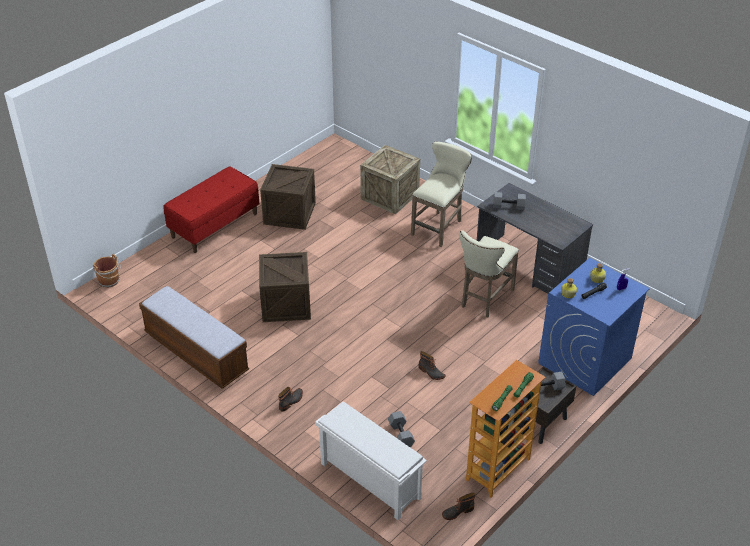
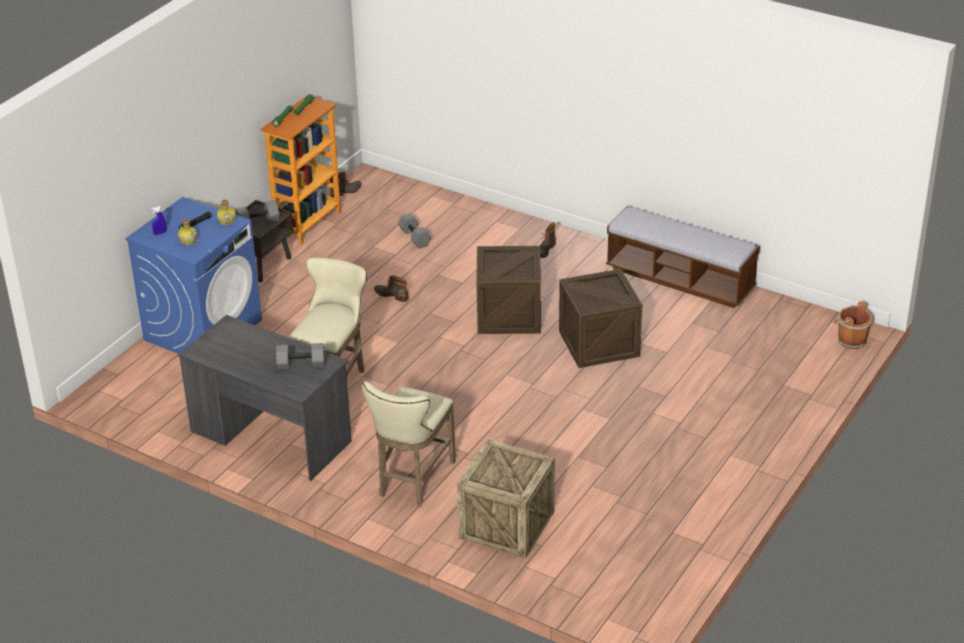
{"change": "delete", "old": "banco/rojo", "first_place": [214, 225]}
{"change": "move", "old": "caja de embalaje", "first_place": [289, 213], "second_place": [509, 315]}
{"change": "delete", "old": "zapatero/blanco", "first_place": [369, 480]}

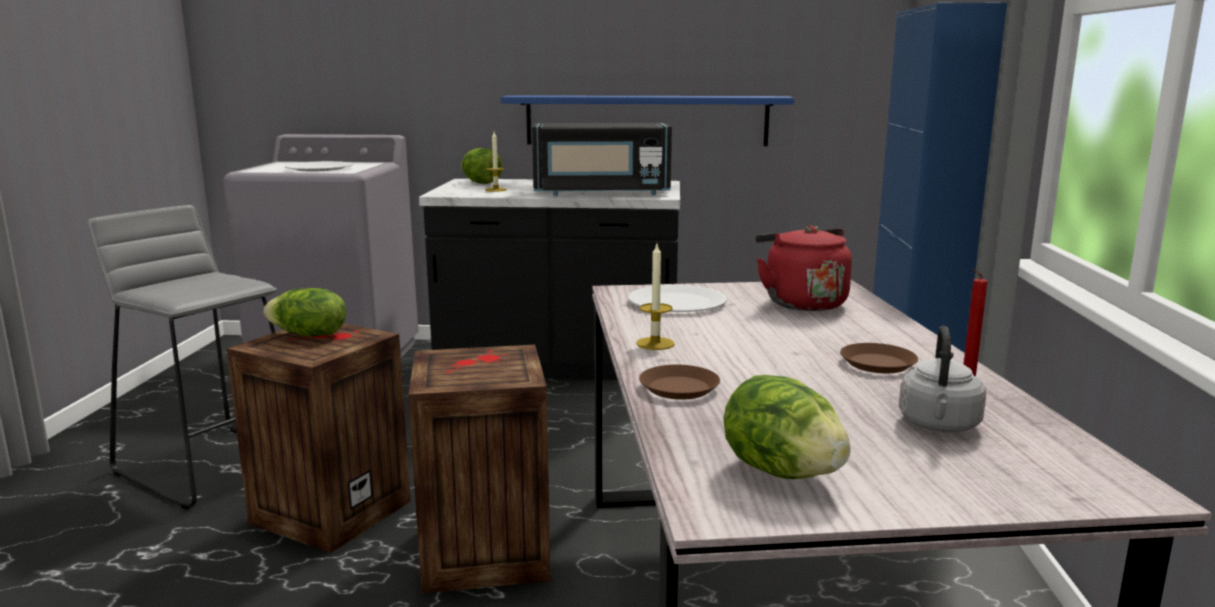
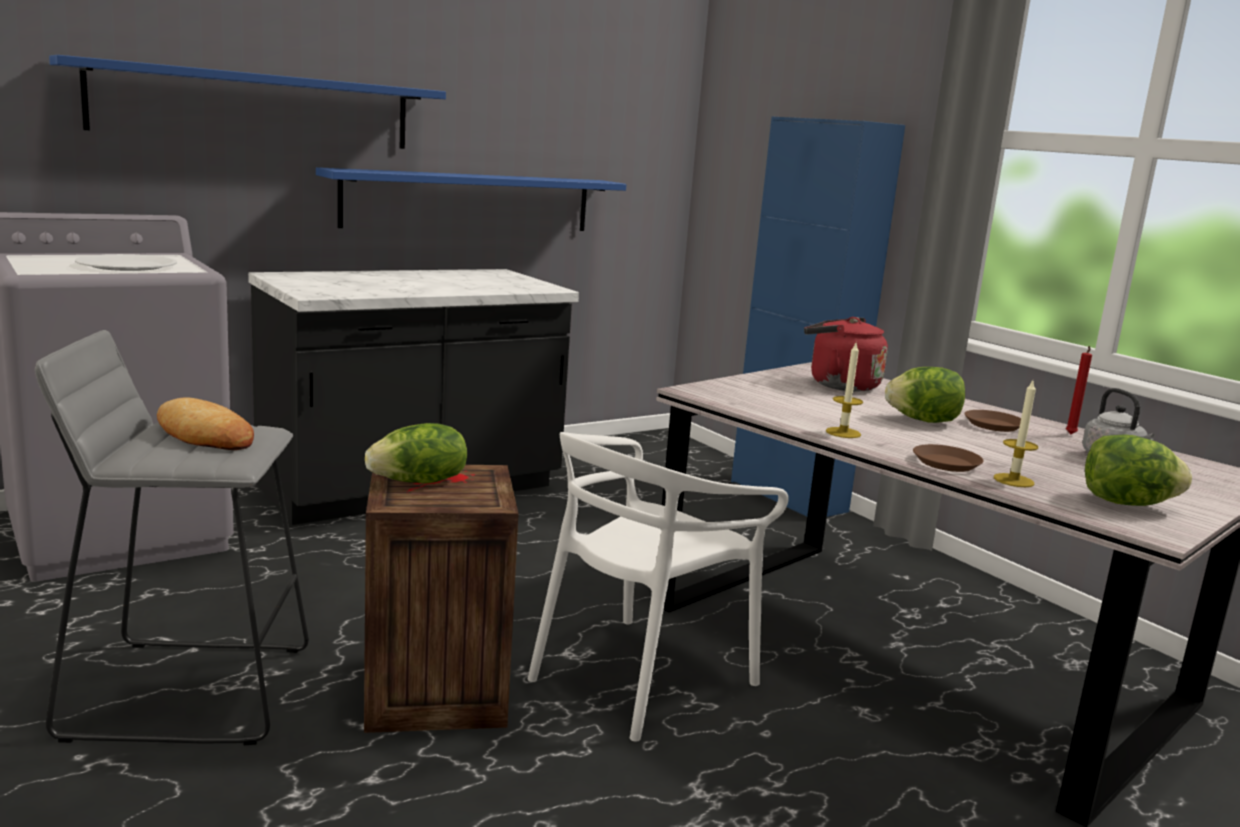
{"change": "replace", "old": "caja de embalaje", "new": "silla/blanco", "first_place": [482, 551], "second_place": [640, 677]}
{"change": "move", "old": "lechuga", "first_place": [481, 183], "second_place": [923, 421]}
{"change": "move", "old": "vela", "first_place": [496, 190], "second_place": [1013, 480]}
{"change": "delete", "old": "microondas/negro", "first_place": [601, 193]}
{"change": "delete", "old": "plato/blanco", "first_place": [677, 302]}
{"change": "insert", "new": "estante/azul", "second_place": [256, 107]}
{"change": "insert", "new": "pan", "second_place": [204, 435]}

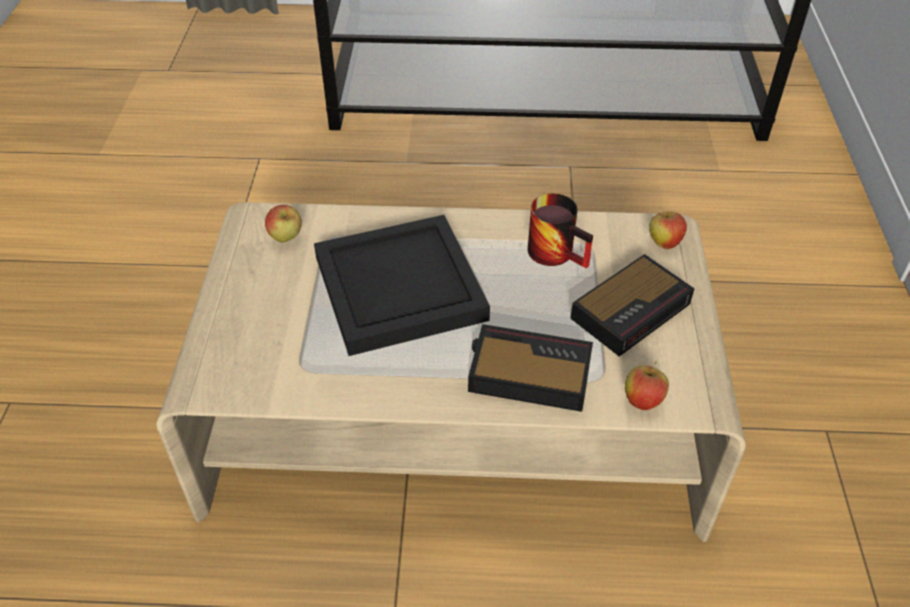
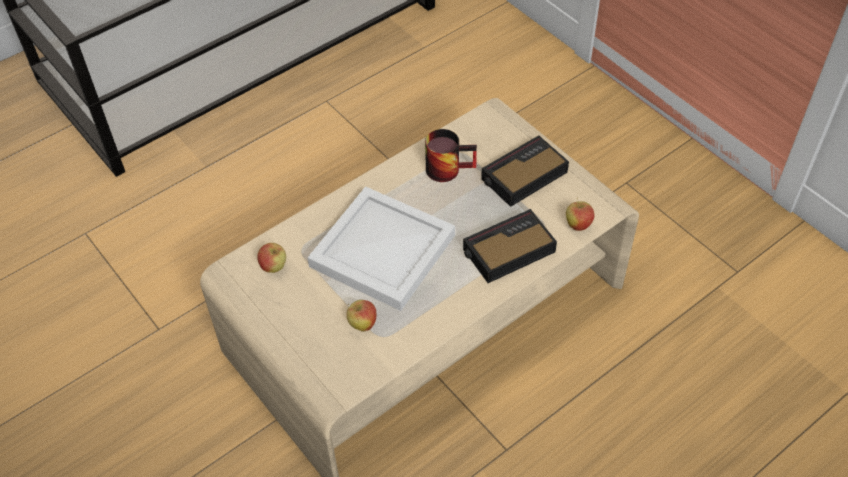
{"change": "recolor", "old": "bandeja/negro", "new": "bandeja/blanco", "first_place": [398, 290], "second_place": [383, 252]}
{"change": "rotate", "old": "despertador", "first_place": [632, 310], "second_place": [522, 176], "degrees": -135}
{"change": "move", "old": "manzana", "first_place": [664, 243], "second_place": [362, 324]}

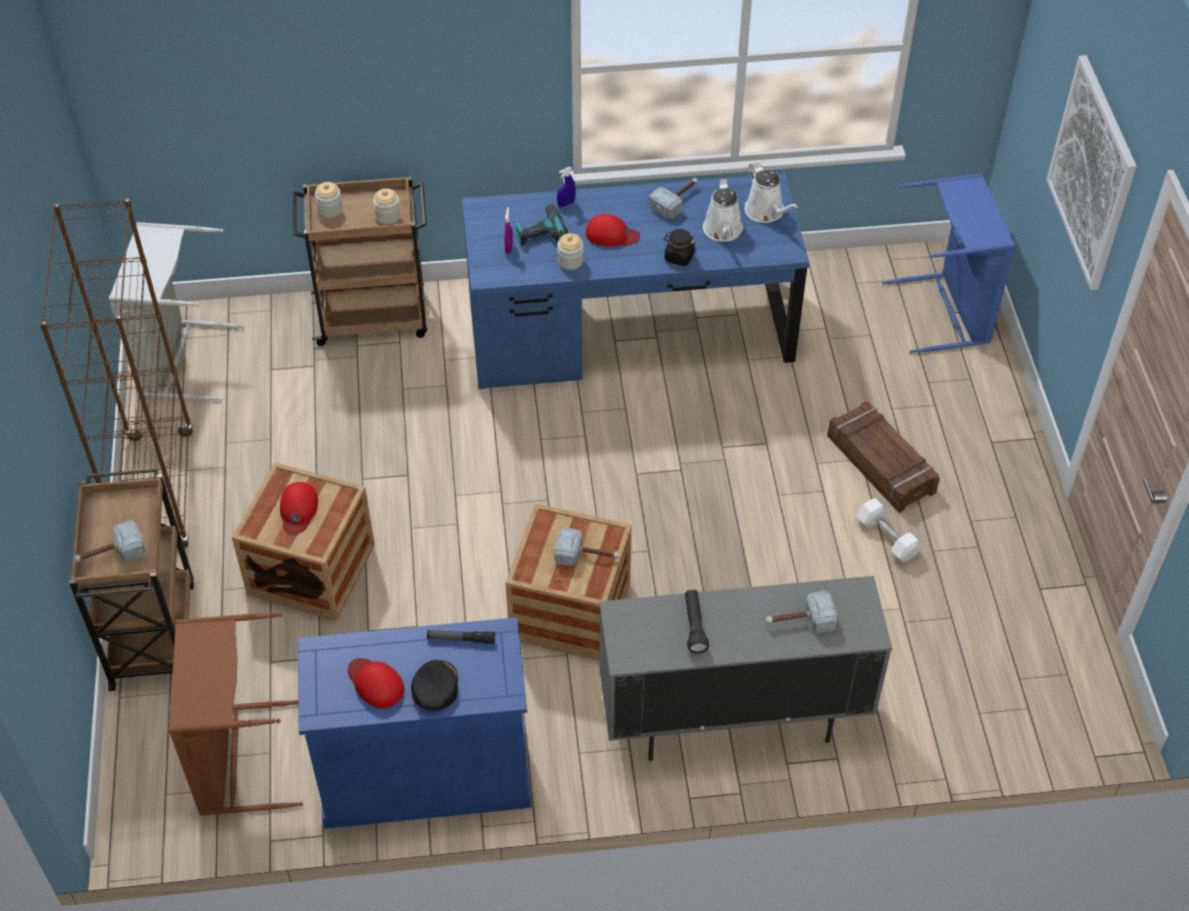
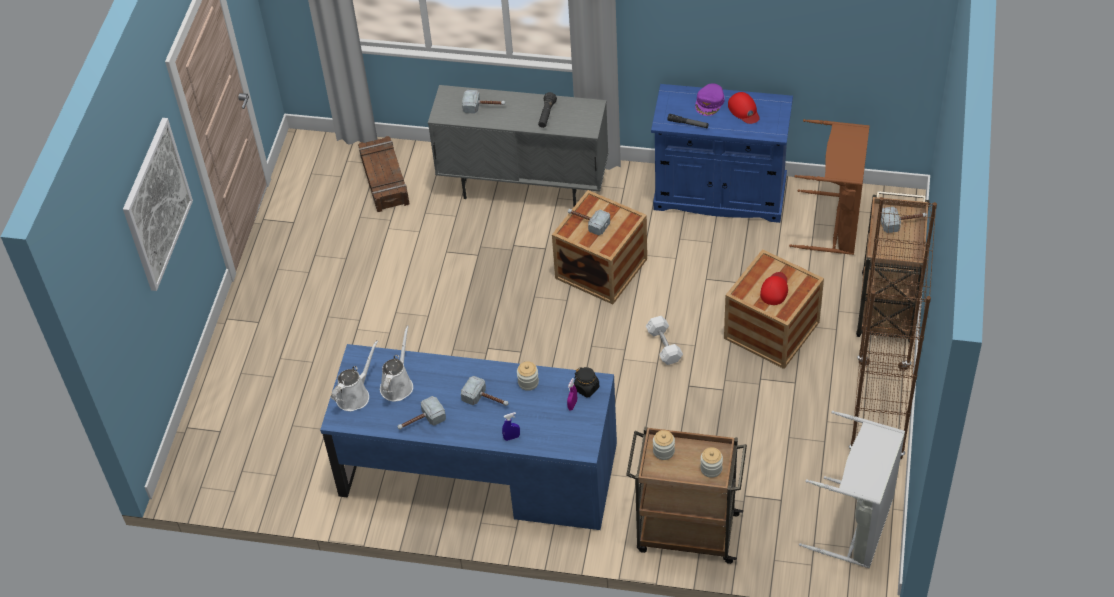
{"change": "recolor", "old": "gorra/negro", "new": "gorra/morado", "first_place": [435, 687], "second_place": [709, 102]}
{"change": "delete", "old": "taladro", "first_place": [539, 231]}
{"change": "replace", "old": "gorra/rojo", "new": "martillo", "first_place": [611, 235], "second_place": [486, 400]}
{"change": "move", "old": "tarro/negro", "first_place": [679, 257], "second_place": [587, 388]}
{"change": "rotate", "old": "regadera/blanco", "first_place": [766, 212], "second_place": [355, 395], "degrees": 45}
{"change": "move", "old": "caja de embalaje", "first_place": [881, 464], "second_place": [384, 180]}
{"change": "move", "old": "mancuerna/blanco", "first_place": [887, 537], "second_place": [664, 346]}
{"change": "delete", "old": "cesto de la ropa/azul", "first_place": [948, 311]}

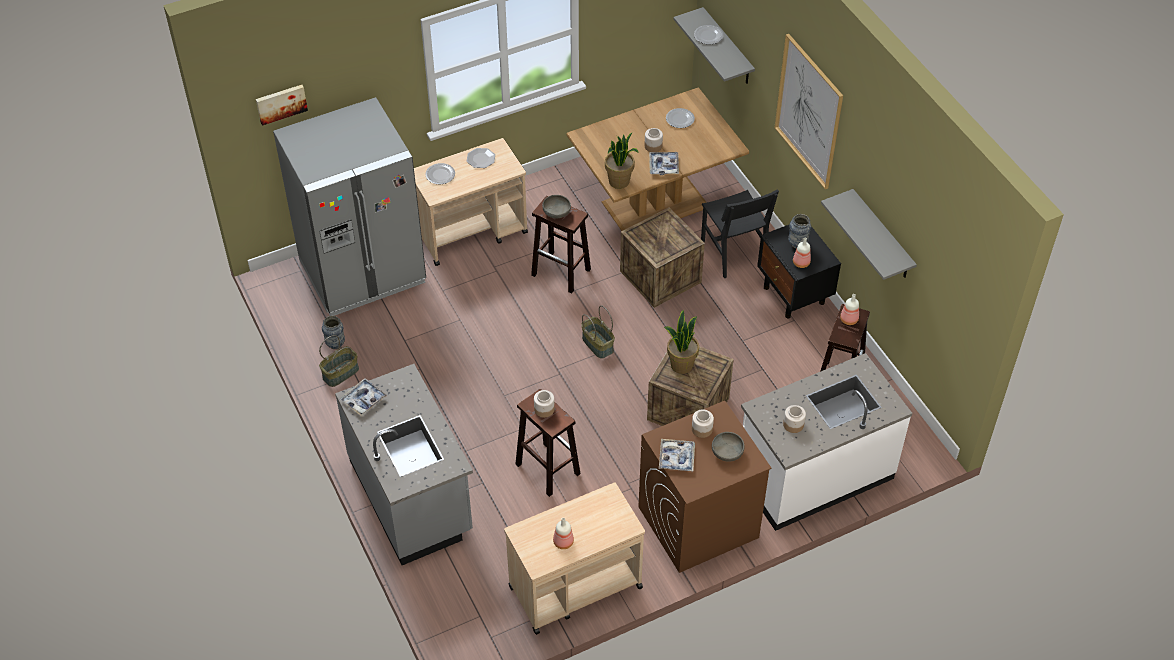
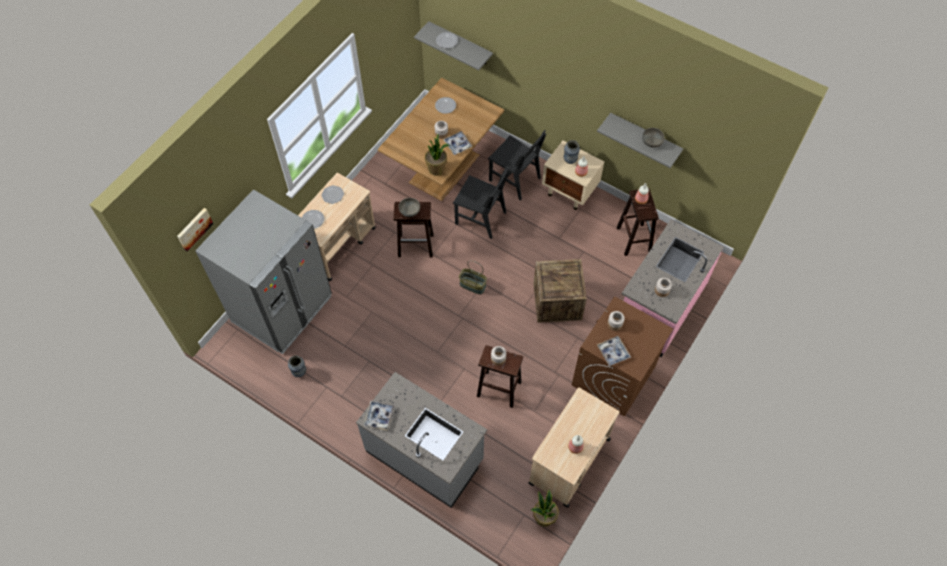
{"change": "delete", "old": "cesta", "first_place": [340, 373]}
{"change": "replace", "old": "caja de embalaje", "new": "silla/negro", "first_place": [660, 276], "second_place": [480, 218]}
{"change": "move", "old": "planta en maceta", "first_place": [681, 364], "second_place": [543, 518]}
{"change": "move", "old": "cuenco/gris", "first_place": [727, 452], "second_place": [652, 141]}
{"change": "recolor", "old": "mueble bajo de cocina/blanco", "new": "mueble bajo de cocina/rosa", "first_place": [814, 474], "second_place": [659, 307]}
{"change": "recolor", "old": "mesita de noche/negro", "new": "mesita de noche/beis", "first_place": [794, 296], "second_place": [570, 192]}
{"change": "delete", "old": "cuadro", "first_place": [808, 111]}

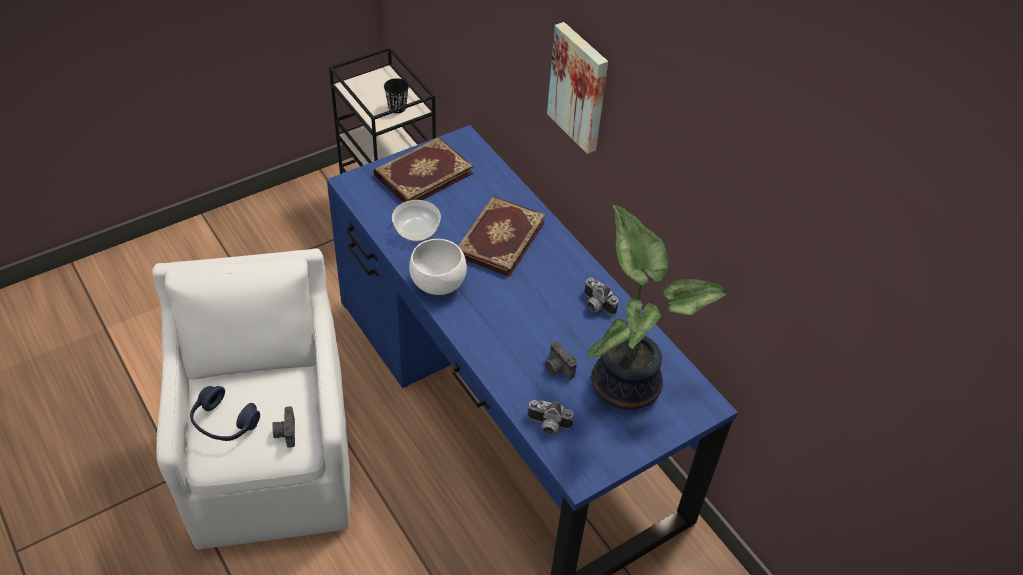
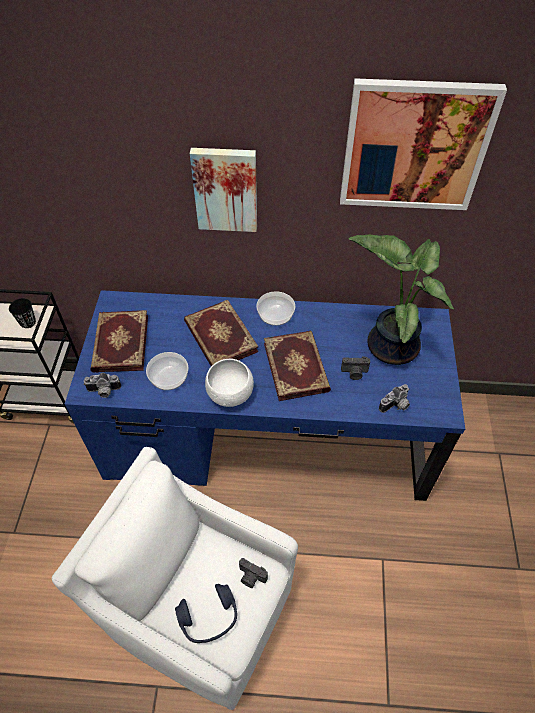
{"change": "move", "old": "cámara", "first_place": [595, 305], "second_place": [103, 391]}
{"change": "insert", "new": "cuenco", "second_place": [276, 316]}
{"change": "insert", "new": "libro", "second_place": [297, 366]}
{"change": "insert", "new": "cuadro", "second_place": [414, 146]}

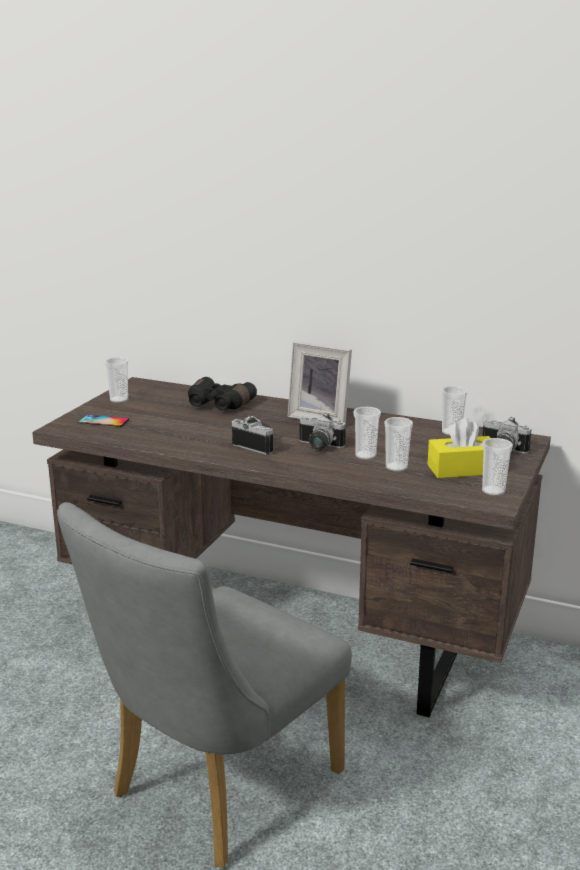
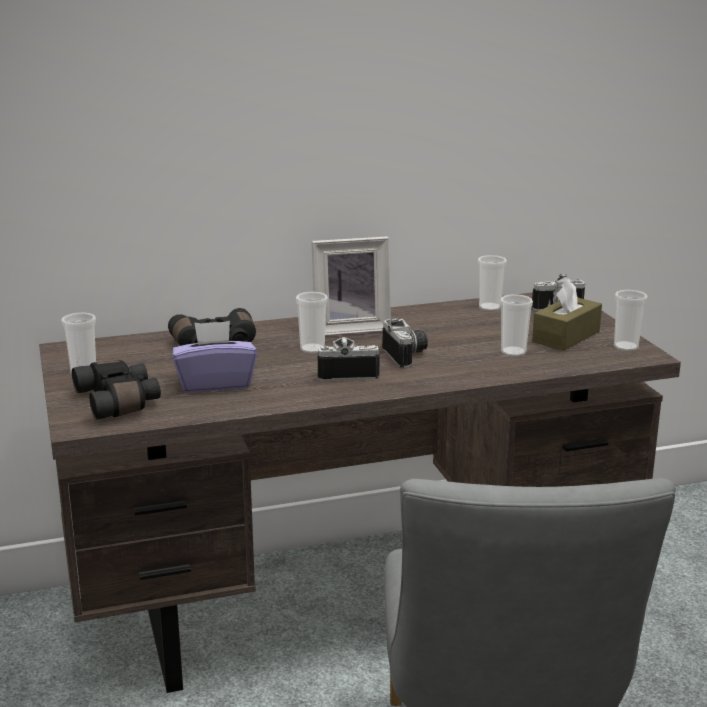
{"change": "replace", "old": "móvil", "new": "prismáticos/negro", "first_place": [103, 421], "second_place": [120, 402]}
{"change": "rotate", "old": "cámara", "first_place": [318, 447], "second_place": [407, 355], "degrees": -90}
{"change": "move", "old": "taza", "first_place": [365, 456], "second_place": [312, 349]}
{"change": "recolor", "old": "caja de pañuelos/amarillo", "new": "caja de pañuelos/marrón", "first_place": [462, 469], "second_place": [566, 336]}
{"change": "insert", "new": "caja de pañuelos/morado", "second_place": [215, 383]}

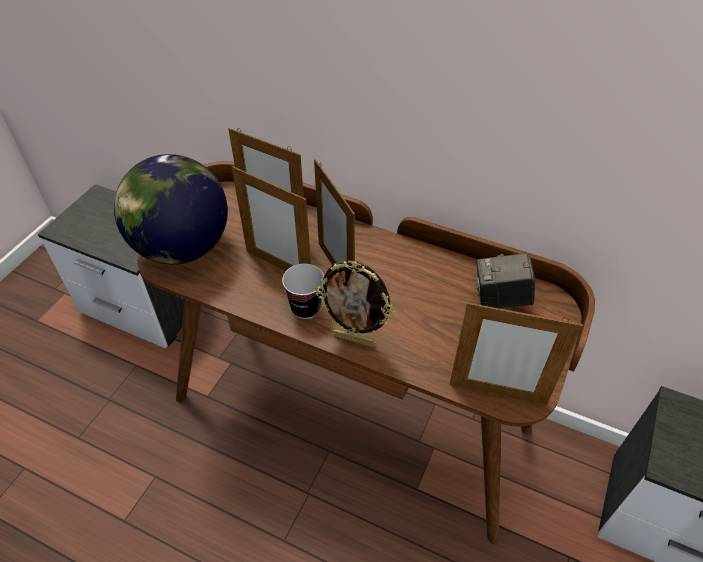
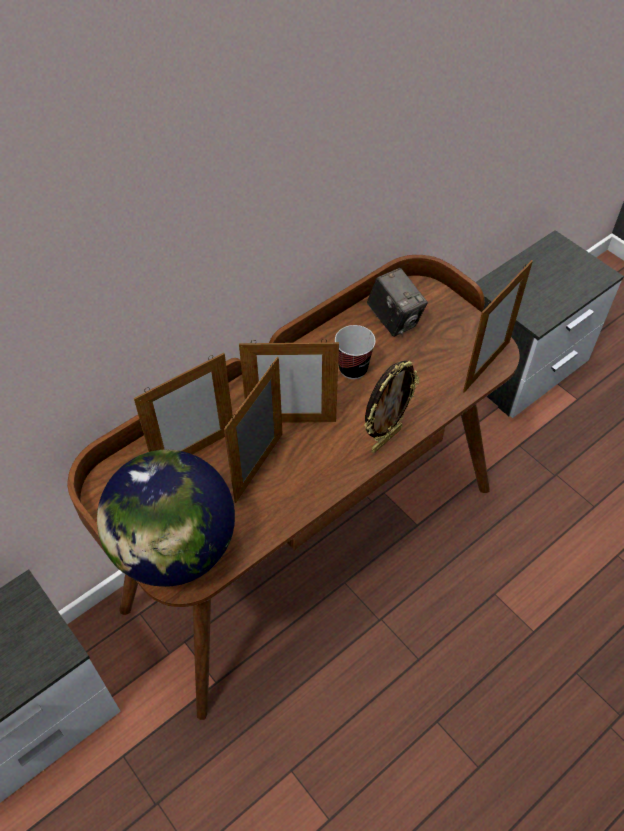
{"change": "rotate", "old": "portarretratos", "first_place": [278, 267], "second_place": [259, 467], "degrees": 150}
{"change": "move", "old": "taza", "first_place": [305, 308], "second_place": [353, 369]}
{"change": "rotate", "old": "cámara", "first_place": [500, 300], "second_place": [394, 320], "degrees": -60}

